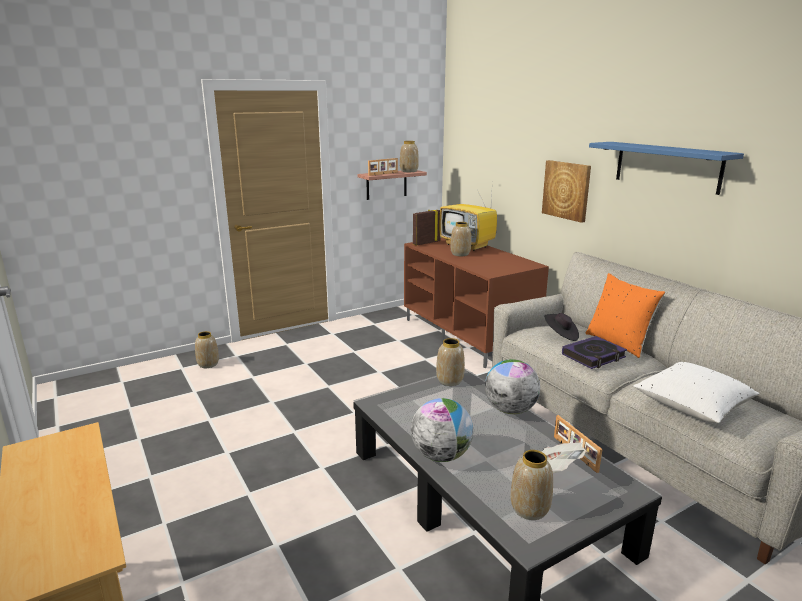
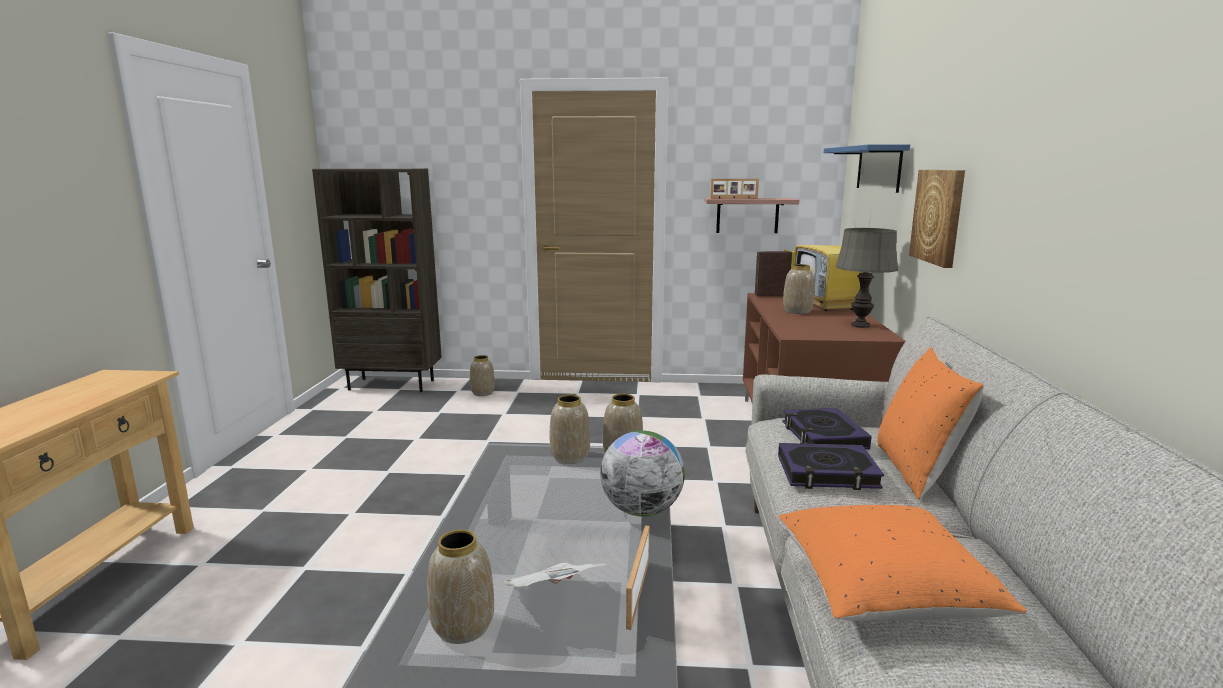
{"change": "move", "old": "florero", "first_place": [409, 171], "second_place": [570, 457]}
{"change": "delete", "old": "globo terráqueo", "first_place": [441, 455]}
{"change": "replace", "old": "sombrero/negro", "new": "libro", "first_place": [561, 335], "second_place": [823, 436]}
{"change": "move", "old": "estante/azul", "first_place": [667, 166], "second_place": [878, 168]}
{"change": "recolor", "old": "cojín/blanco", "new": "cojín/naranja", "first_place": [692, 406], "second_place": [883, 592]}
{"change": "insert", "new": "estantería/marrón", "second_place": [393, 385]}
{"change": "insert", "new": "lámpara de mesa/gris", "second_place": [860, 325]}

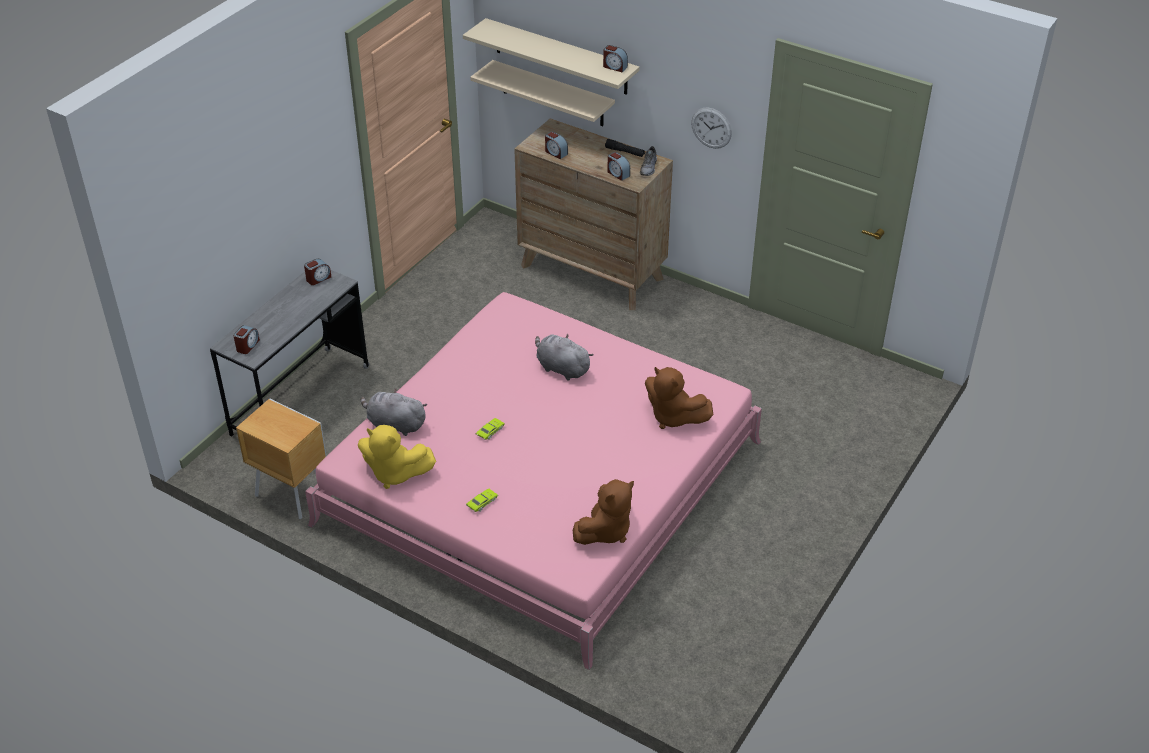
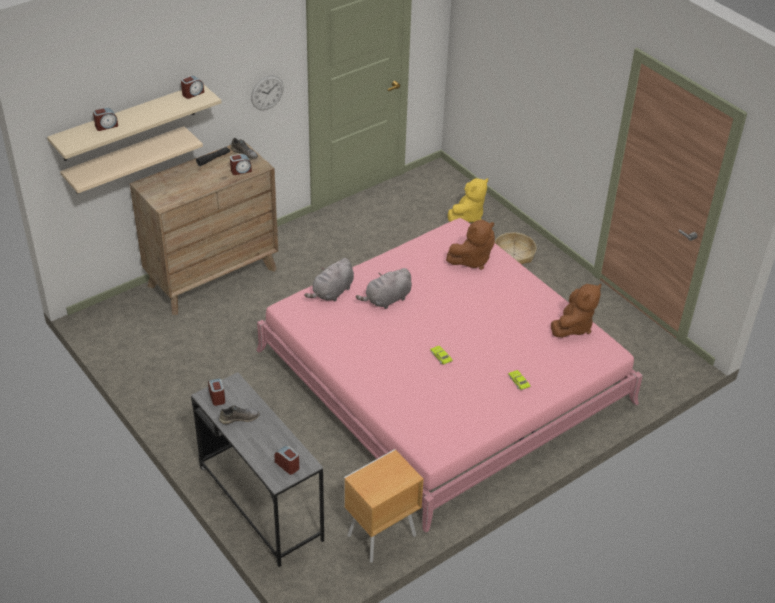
{"change": "move", "old": "peluche/amarillo", "first_place": [394, 473], "second_place": [467, 216]}
{"change": "move", "old": "peluche/gris", "first_place": [394, 424], "second_place": [332, 292]}
{"change": "move", "old": "despertador", "first_place": [555, 152], "second_place": [106, 126]}
{"change": "rotate", "old": "peluche/marrón", "first_place": [606, 530], "second_place": [573, 326], "degrees": 60}
{"change": "insert", "new": "zapato/gris", "second_place": [239, 418]}
{"change": "insert", "new": "cesta", "second_place": [513, 254]}

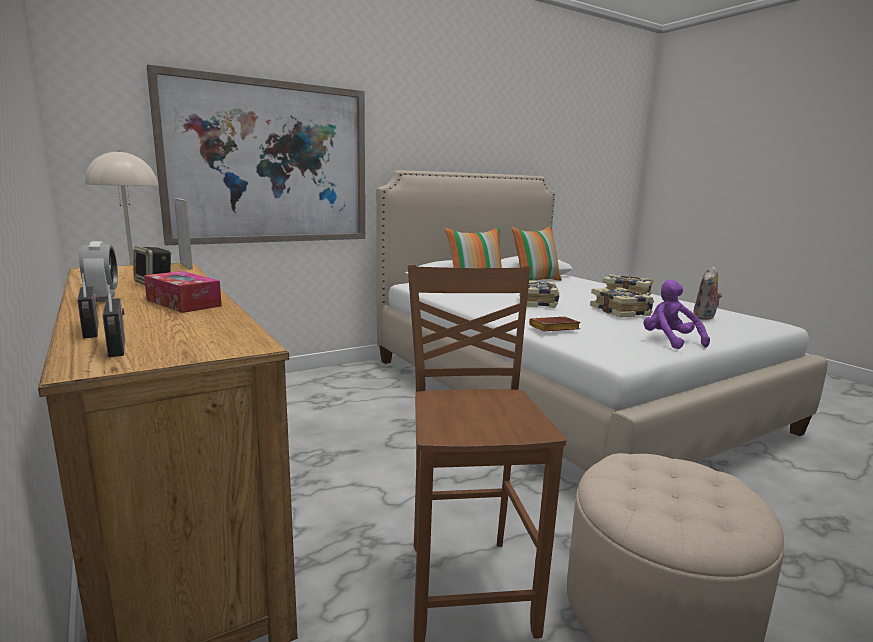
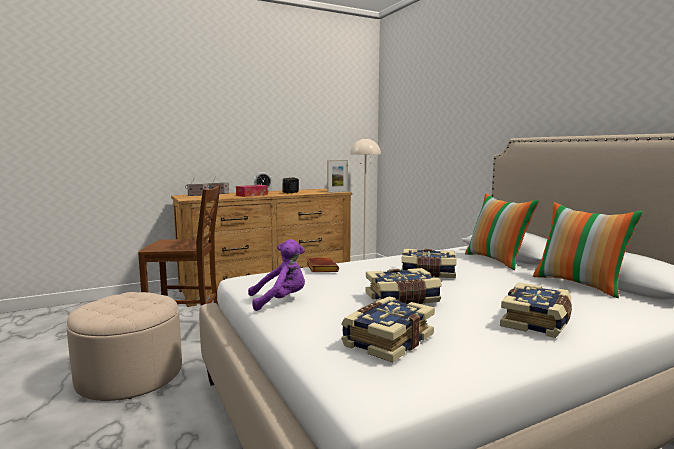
{"change": "delete", "old": "cuadro", "first_place": [268, 163]}
{"change": "replace", "old": "peluche", "new": "libro", "first_place": [705, 317], "second_place": [387, 340]}

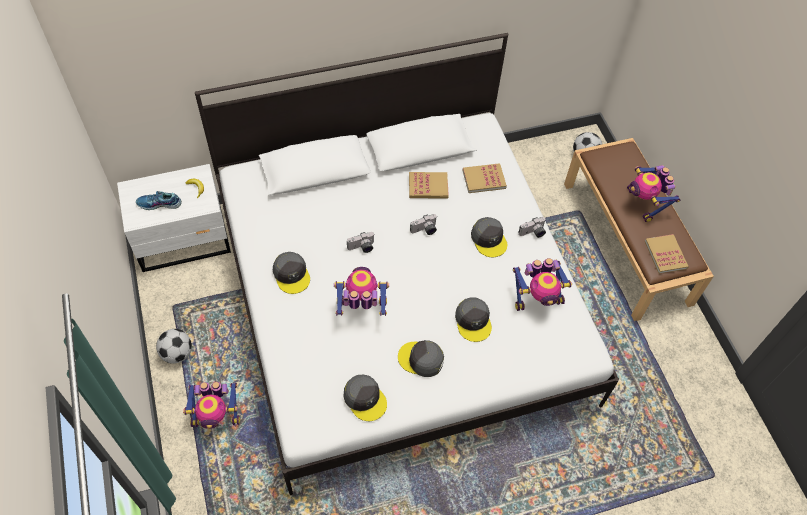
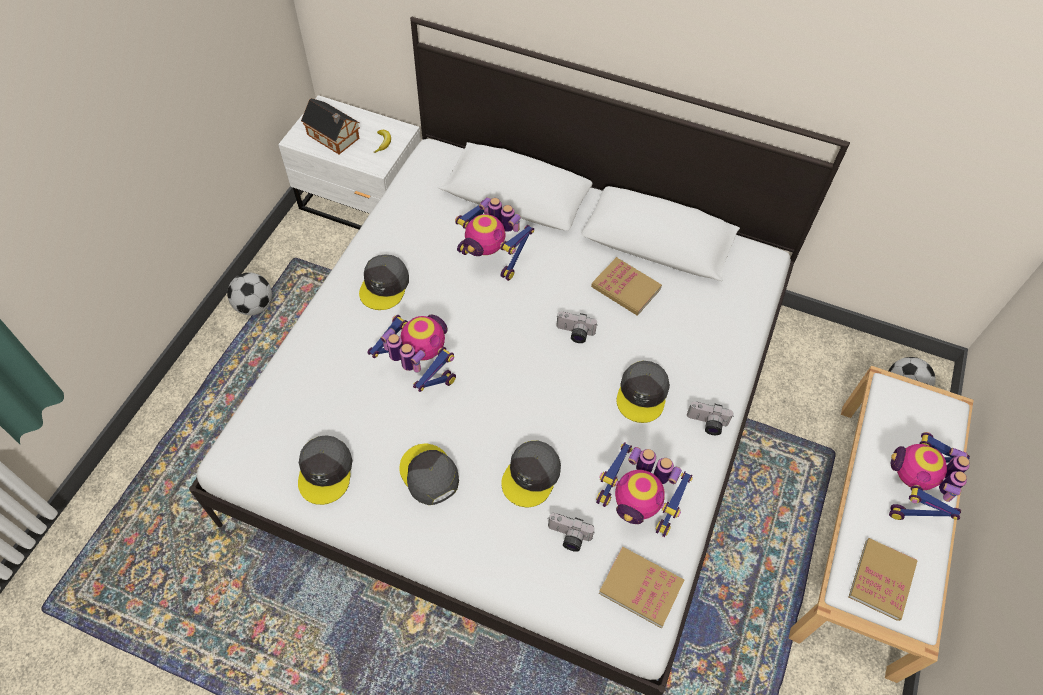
{"change": "replace", "old": "zapato", "new": "casita", "first_place": [159, 204], "second_place": [334, 138]}
{"change": "move", "old": "robot de juguete", "first_place": [216, 416], "second_place": [491, 258]}
{"change": "move", "old": "cámara", "first_place": [362, 248], "second_place": [568, 537]}
{"change": "move", "old": "libro", "first_place": [484, 179], "second_place": [641, 587]}
{"change": "recolor", "old": "banco/marrón", "new": "banco/blanco", "first_place": [627, 242], "second_place": [868, 534]}

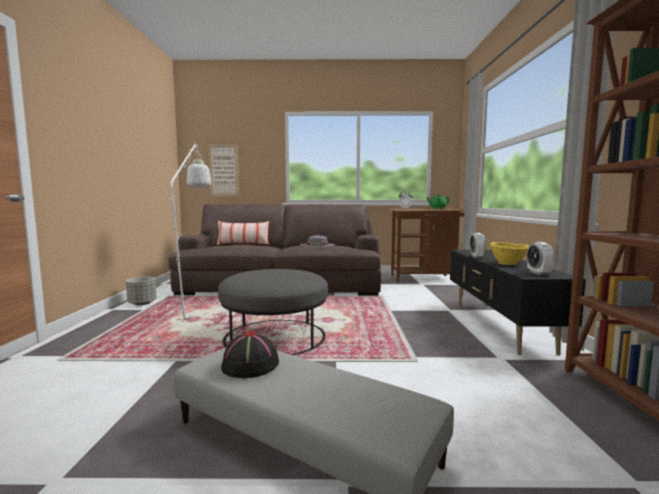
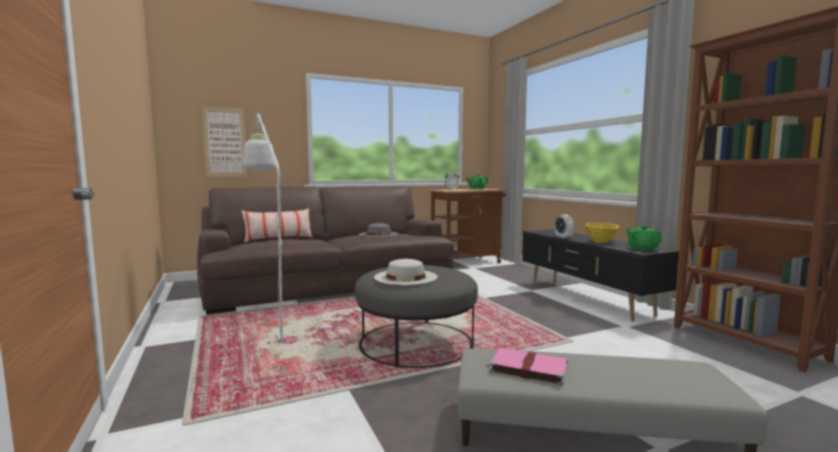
{"change": "delete", "old": "maceta/gris", "first_place": [142, 303]}
{"change": "replace", "old": "sombrero/negro", "new": "libro/rosa", "first_place": [250, 365], "second_place": [527, 368]}
{"change": "replace", "old": "despertador", "new": "tetera/verde", "first_place": [538, 273], "second_place": [642, 249]}
{"change": "insert", "new": "sombrero/blanco", "second_place": [405, 277]}

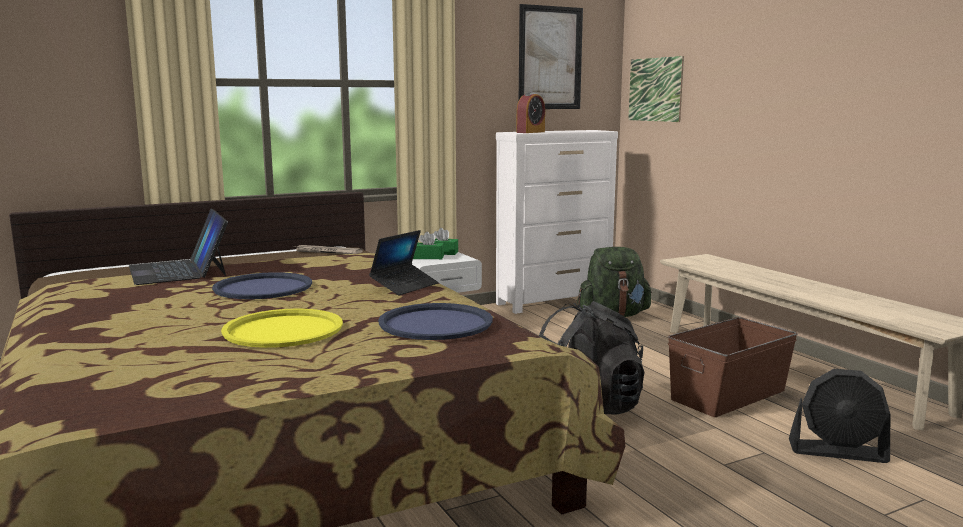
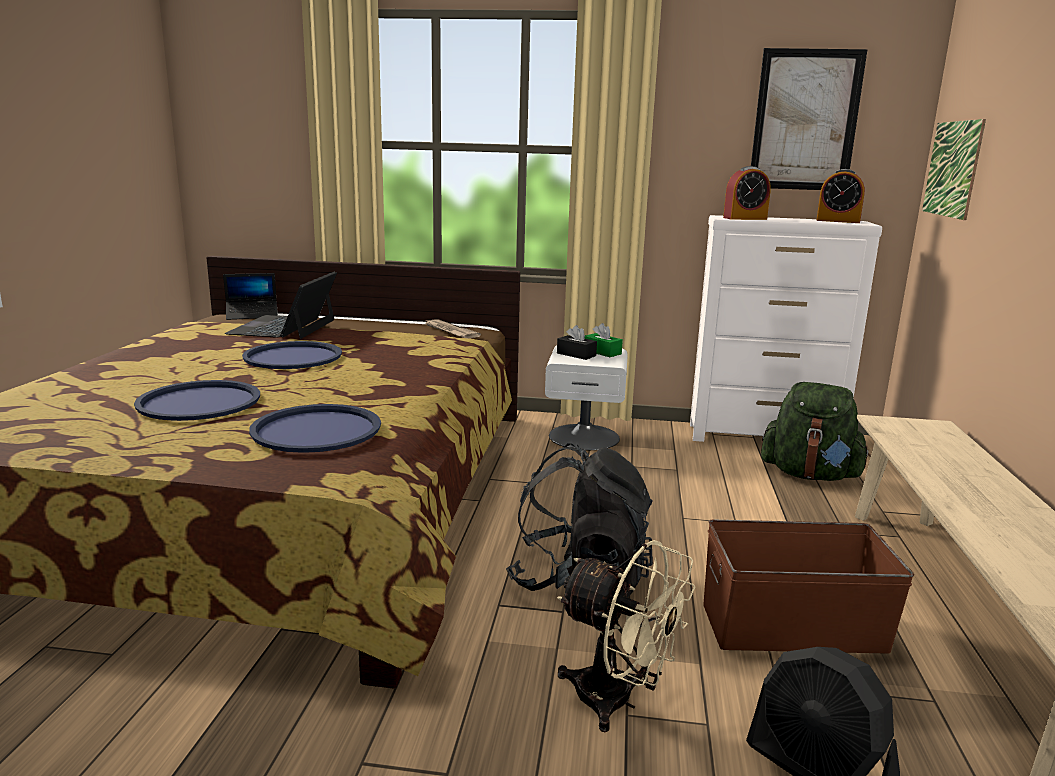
{"change": "recolor", "old": "bandeja/amarillo", "new": "bandeja/azul", "first_place": [283, 330], "second_place": [199, 402]}
{"change": "move", "old": "portátil", "first_place": [404, 286], "second_place": [252, 315]}
{"change": "recolor", "old": "caja de pañuelos/verde", "new": "caja de pañuelos/negro", "first_place": [427, 257], "second_place": [576, 354]}
{"change": "insert", "new": "ventilador/beis", "second_place": [618, 701]}
{"change": "insert", "new": "despertador", "second_place": [838, 221]}

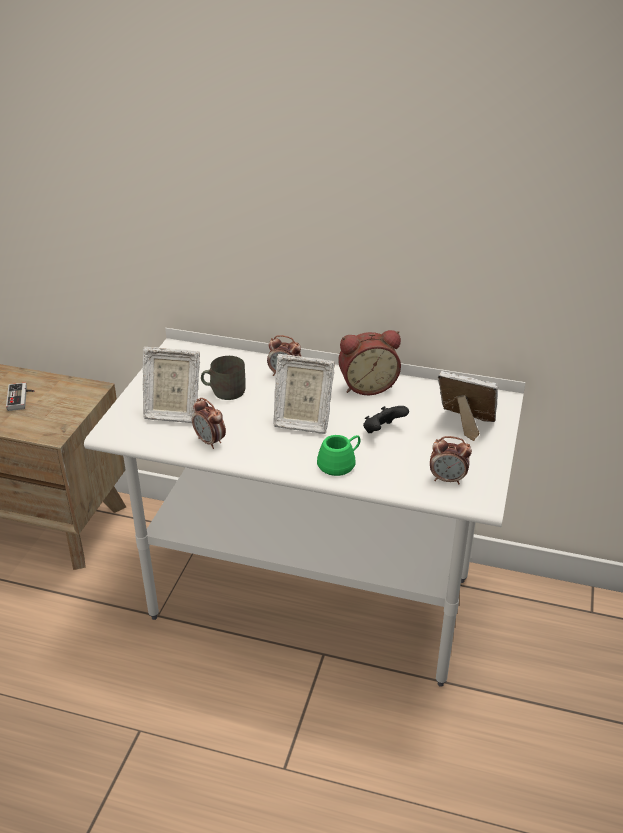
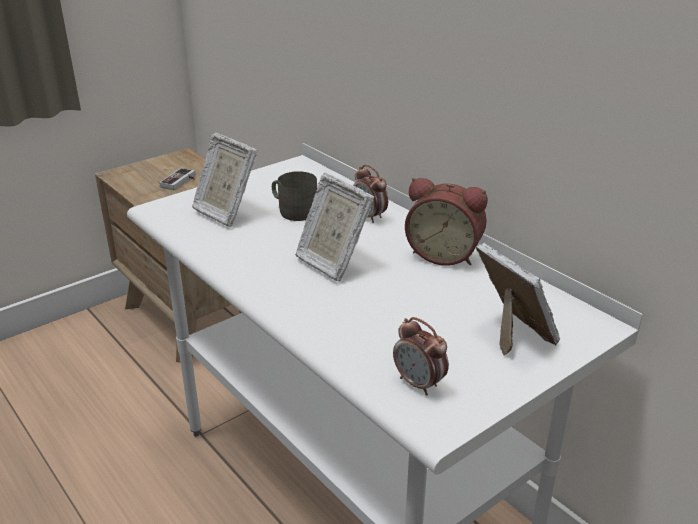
{"change": "delete", "old": "despertador", "first_place": [210, 442]}
{"change": "delete", "old": "taza grande/verde", "first_place": [340, 463]}
{"change": "delete", "old": "mando de consola/negro", "first_place": [382, 431]}

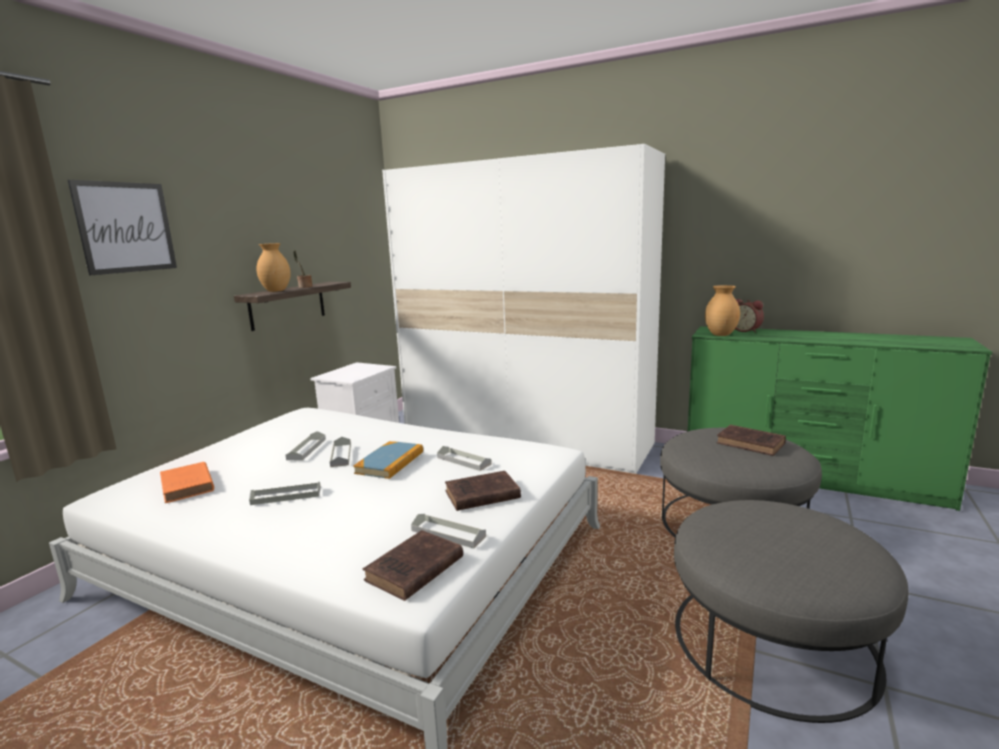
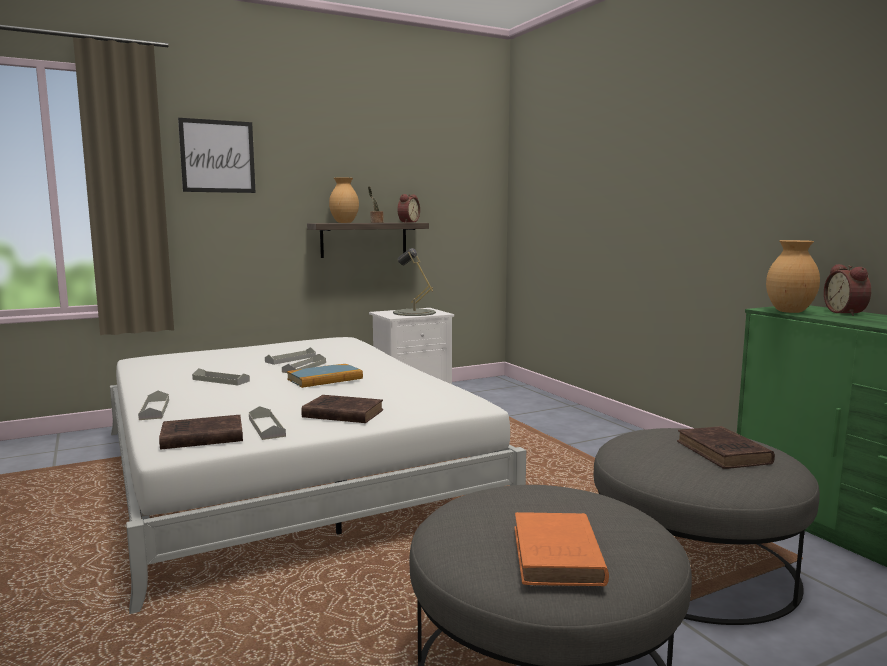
{"change": "move", "old": "libro/naranja", "first_place": [187, 486], "second_place": [557, 557]}
{"change": "delete", "old": "armario ropero/blanco", "first_place": [526, 440]}
{"change": "move", "old": "bandeja/gris", "first_place": [463, 461], "second_place": [154, 409]}
{"change": "insert", "new": "lámpara de mesa/gris", "second_place": [414, 312]}
{"change": "insert", "new": "despertador", "second_place": [407, 222]}

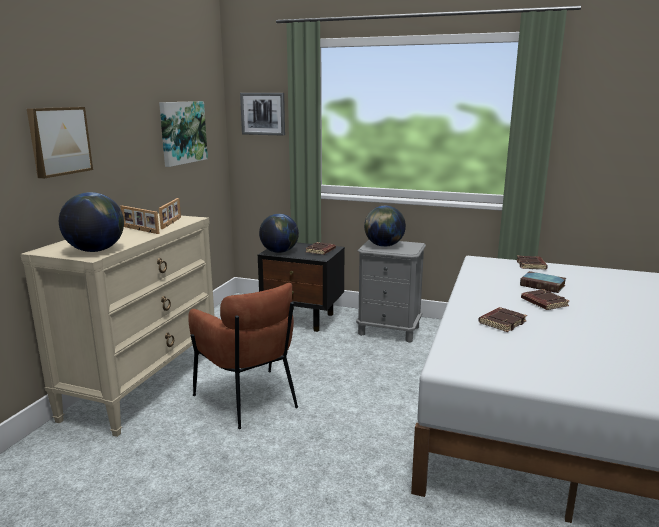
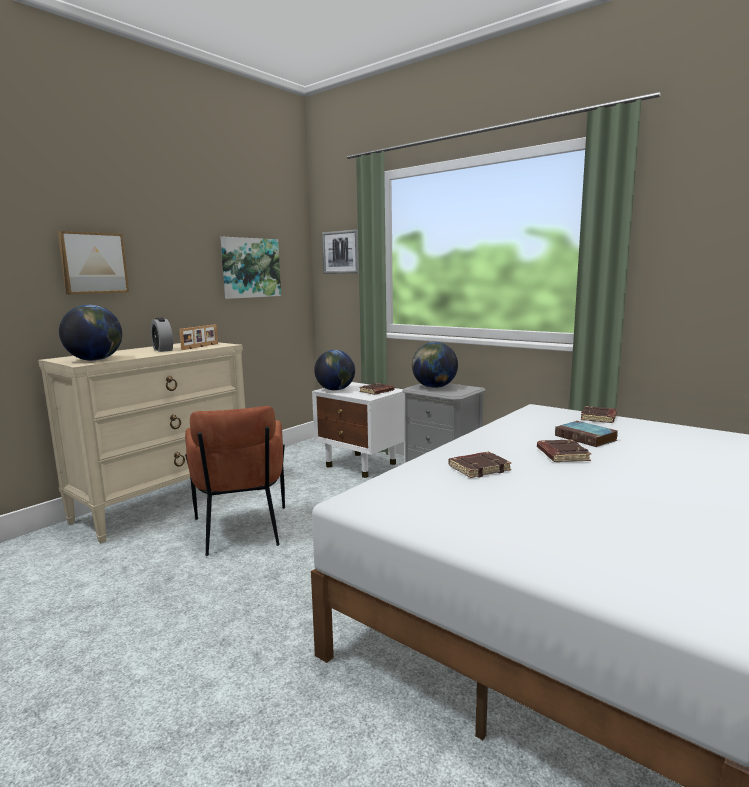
{"change": "replace", "old": "portarretratos", "new": "despertador", "first_place": [140, 230], "second_place": [163, 350]}
{"change": "recolor", "old": "mesita de noche/negro", "new": "mesita de noche/blanco", "first_place": [304, 319], "second_place": [362, 465]}

